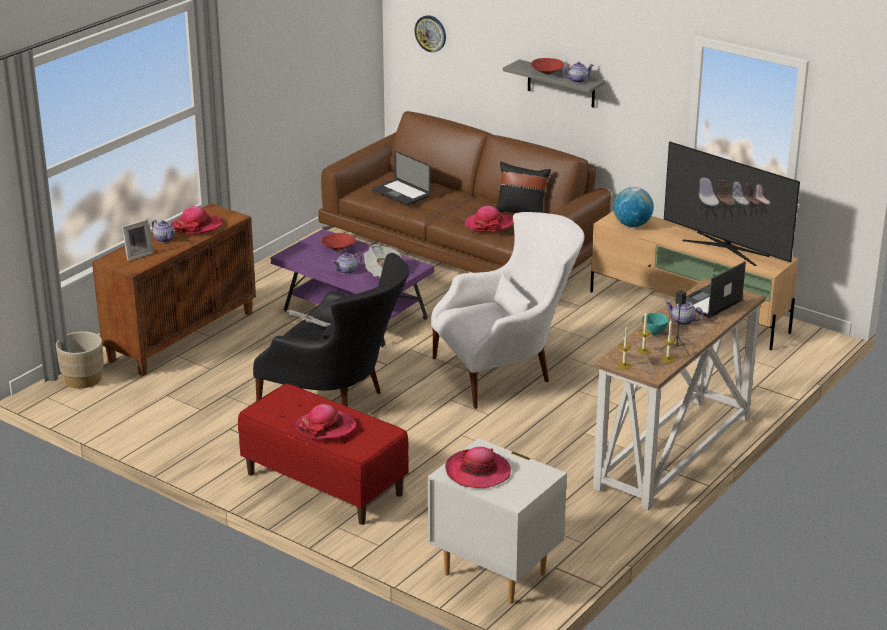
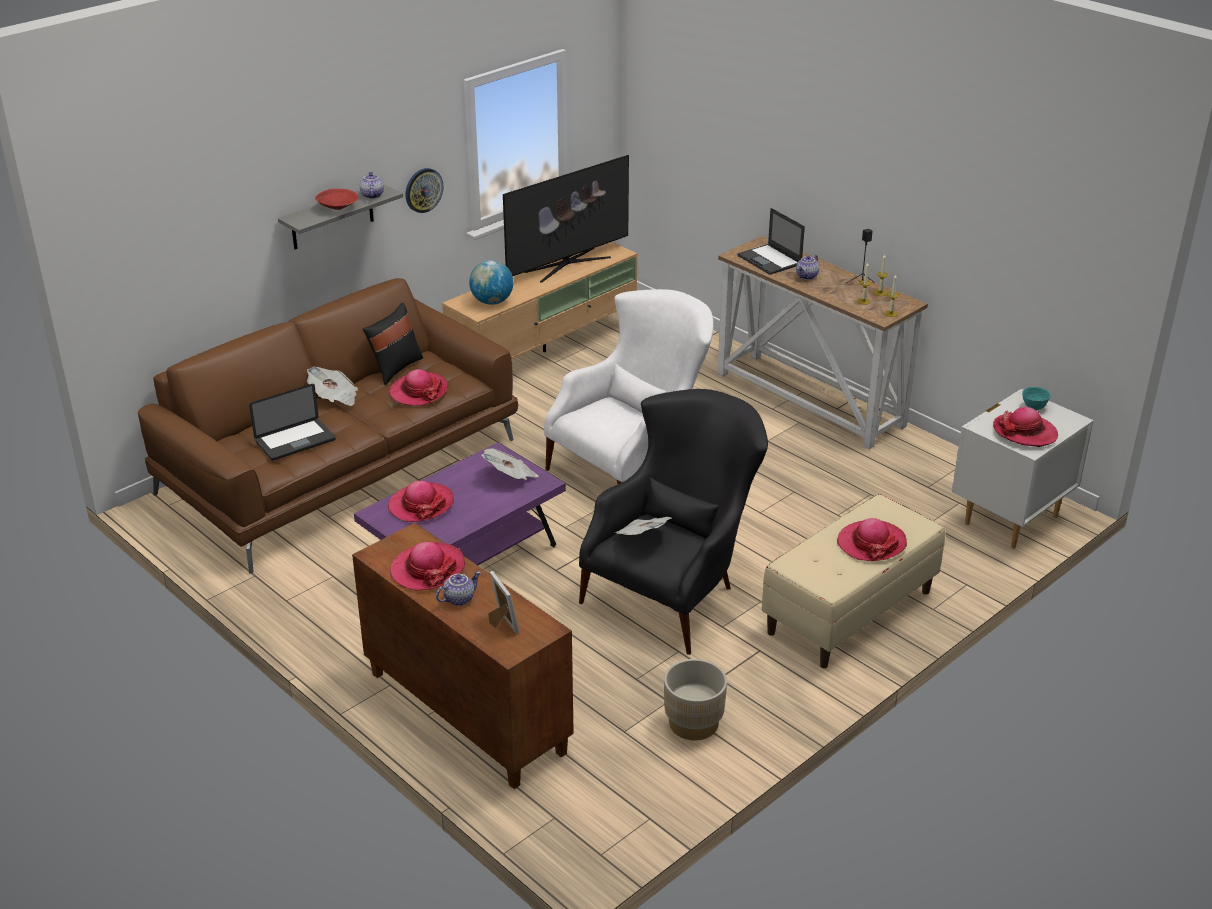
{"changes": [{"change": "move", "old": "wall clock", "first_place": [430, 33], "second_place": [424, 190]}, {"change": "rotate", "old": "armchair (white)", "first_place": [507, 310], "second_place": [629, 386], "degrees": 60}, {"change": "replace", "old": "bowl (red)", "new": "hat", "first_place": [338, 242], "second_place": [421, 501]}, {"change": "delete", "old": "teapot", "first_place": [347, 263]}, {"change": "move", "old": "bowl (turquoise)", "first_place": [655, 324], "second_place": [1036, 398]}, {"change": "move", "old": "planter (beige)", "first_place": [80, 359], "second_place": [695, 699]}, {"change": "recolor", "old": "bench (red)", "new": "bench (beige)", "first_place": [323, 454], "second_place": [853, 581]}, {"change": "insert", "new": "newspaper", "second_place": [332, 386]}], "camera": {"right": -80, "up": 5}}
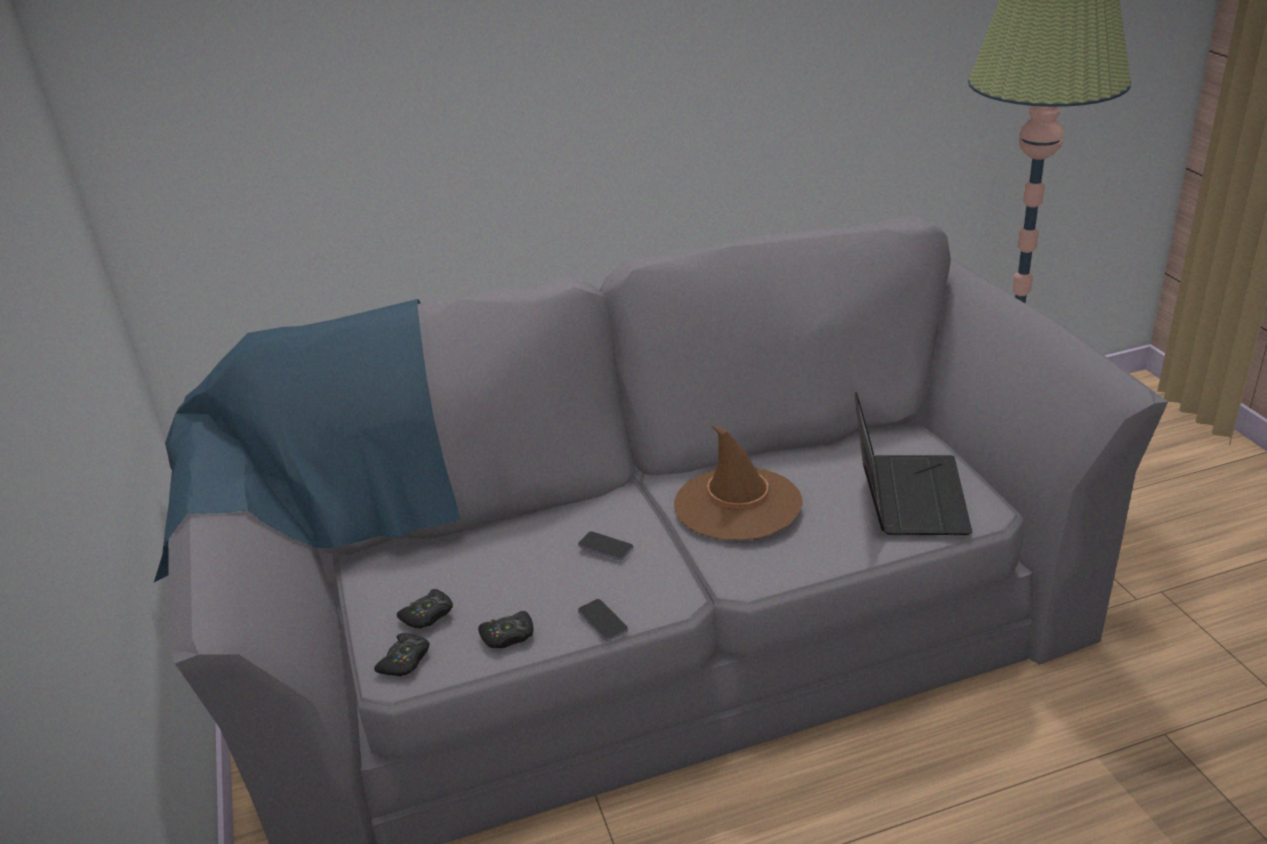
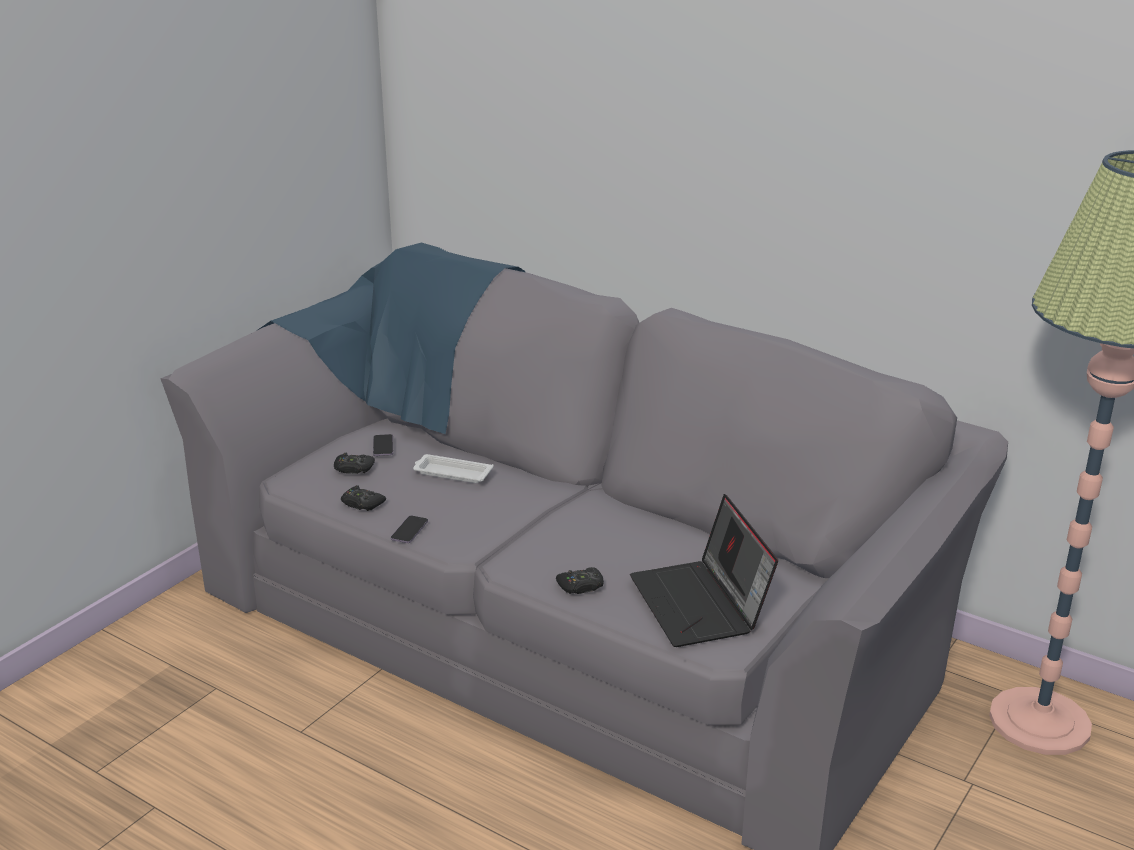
{"changes": [{"change": "rotate", "old": "laptop", "first_place": [913, 463], "second_place": [704, 570], "degrees": 105}, {"change": "delete", "old": "hat (brown)", "first_place": [738, 482]}, {"change": "move", "old": "phone", "first_place": [605, 545], "second_place": [383, 445]}, {"change": "move", "old": "game controller (black)", "first_place": [402, 654], "second_place": [580, 580]}, {"change": "insert", "new": "tray (white)", "second_place": [453, 468]}], "camera": {"right": 50, "up": -5}}
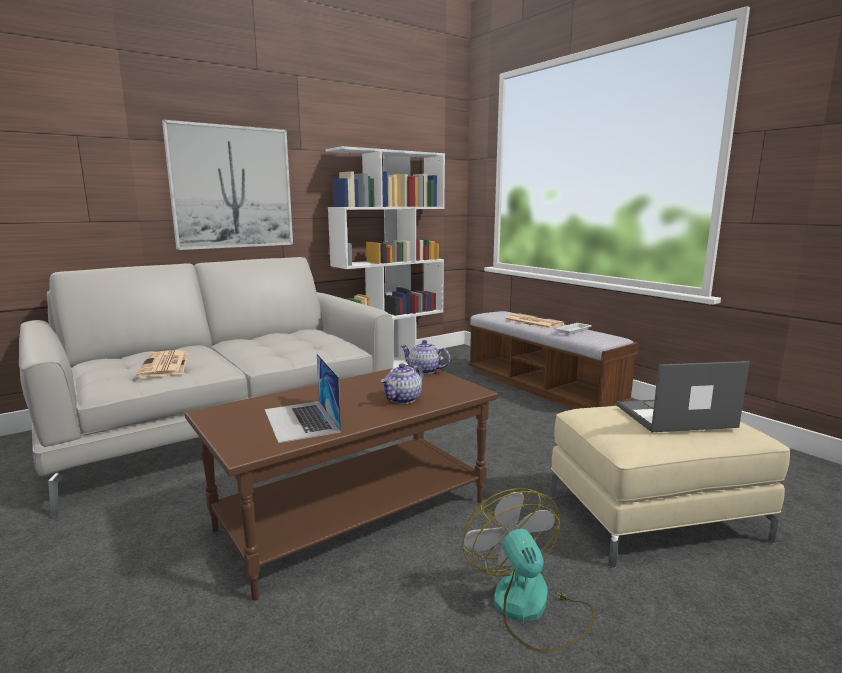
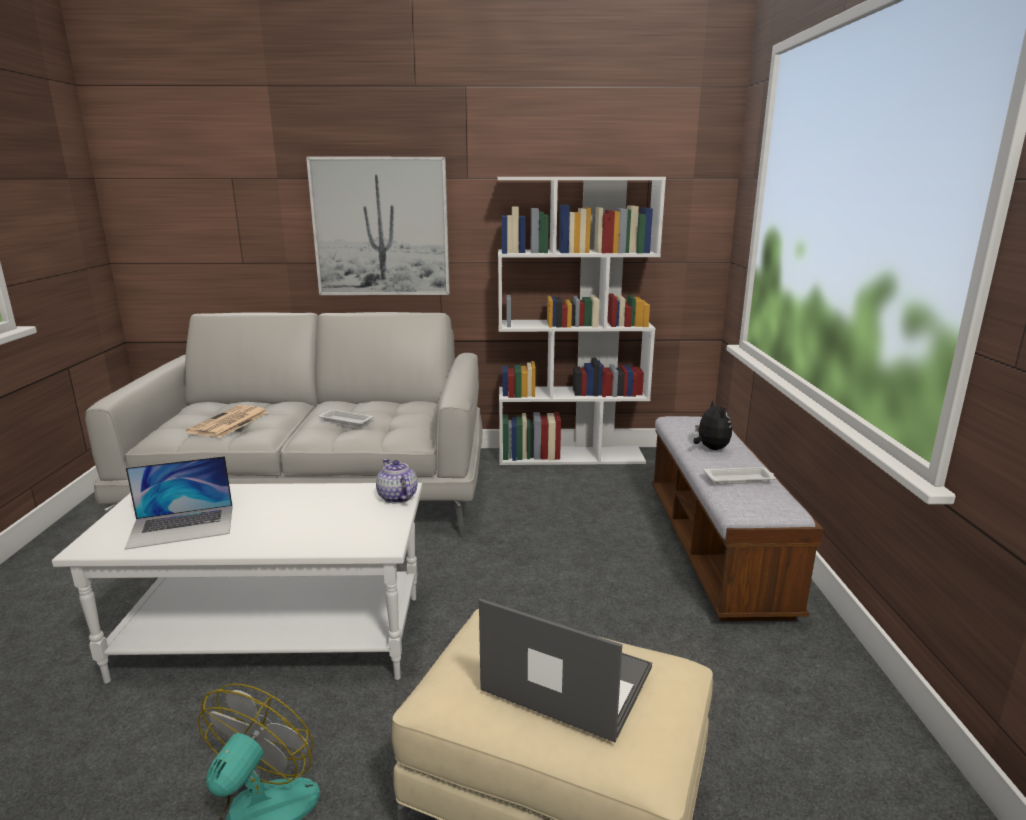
{"changes": [{"change": "replace", "old": "newspaper", "new": "plush toy", "first_place": [535, 321], "second_place": [712, 425]}, {"change": "rotate", "old": "laptop", "first_place": [303, 398], "second_place": [179, 503], "degrees": -120}, {"change": "delete", "old": "teapot", "first_place": [401, 383]}, {"change": "recolor", "old": "coffee table (brown)", "new": "coffee table (white)", "first_place": [341, 482], "second_place": [237, 583]}, {"change": "insert", "new": "tray (white)", "second_place": [346, 418]}], "camera": {"right": 35, "up": 5}}
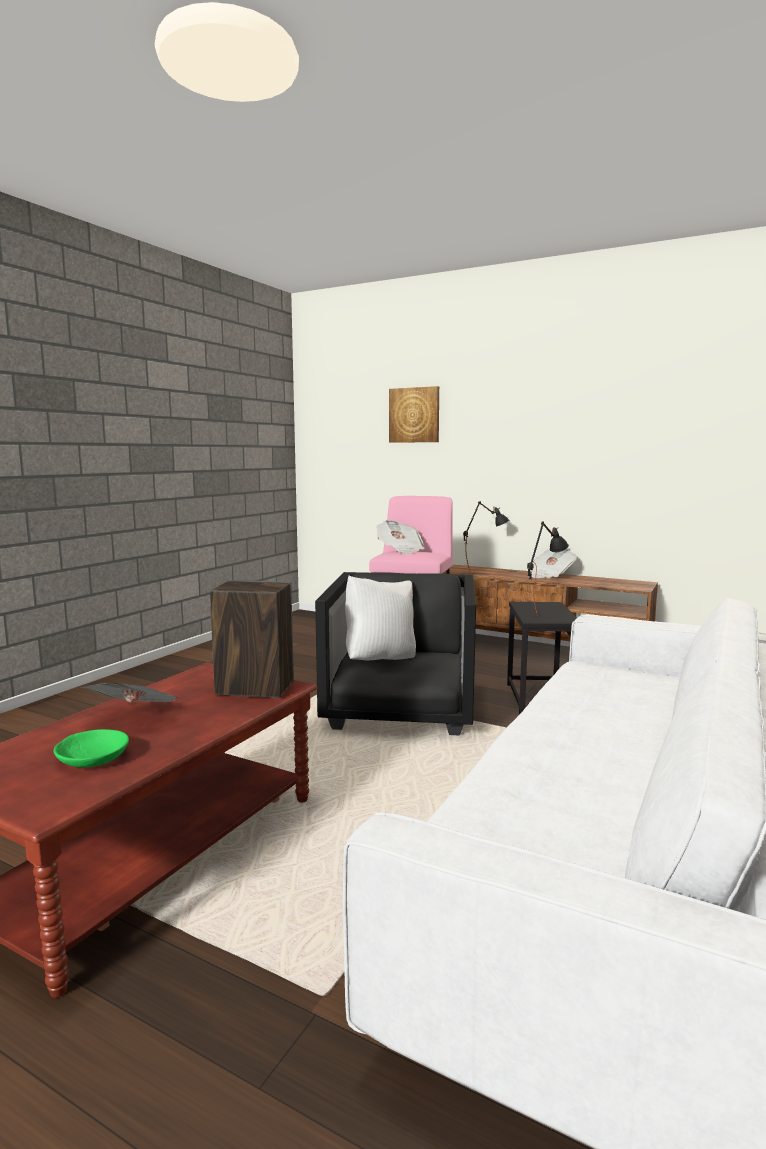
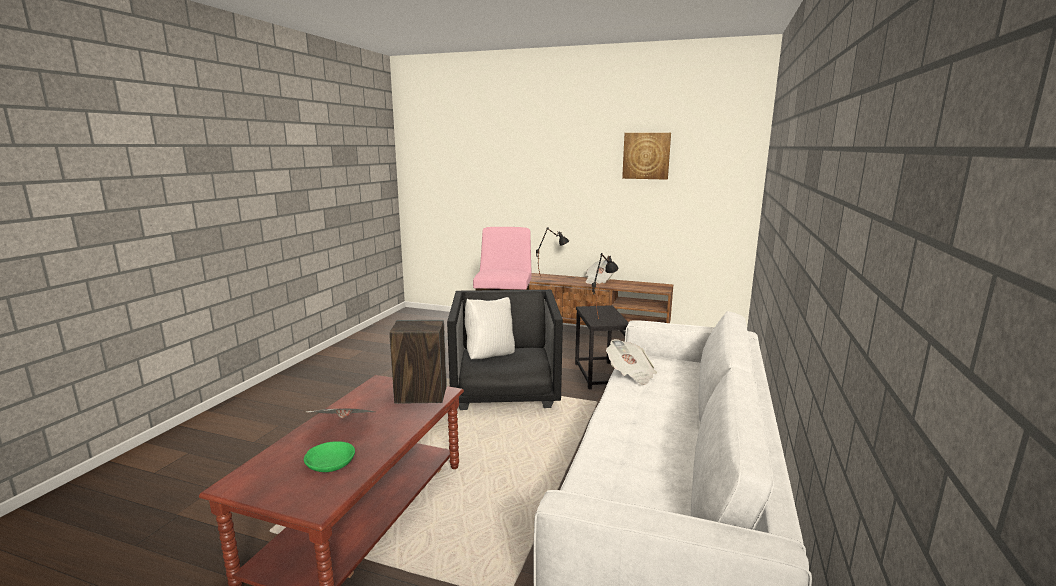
{"changes": [{"change": "move", "old": "picture", "first_place": [414, 414], "second_place": [646, 156]}, {"change": "move", "old": "newspaper", "first_place": [400, 537], "second_place": [631, 362]}], "camera": {"right": -10, "up": 5}}
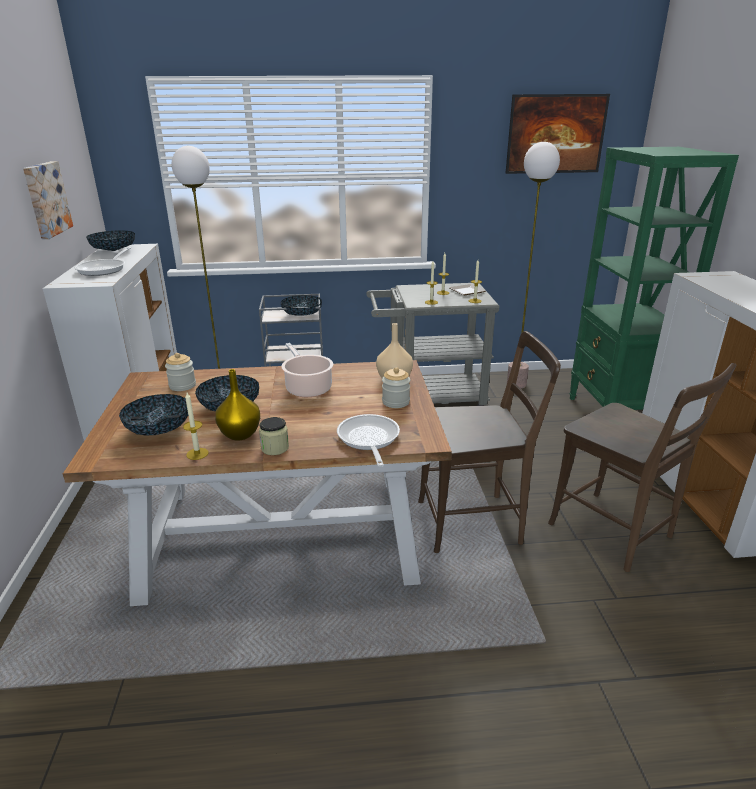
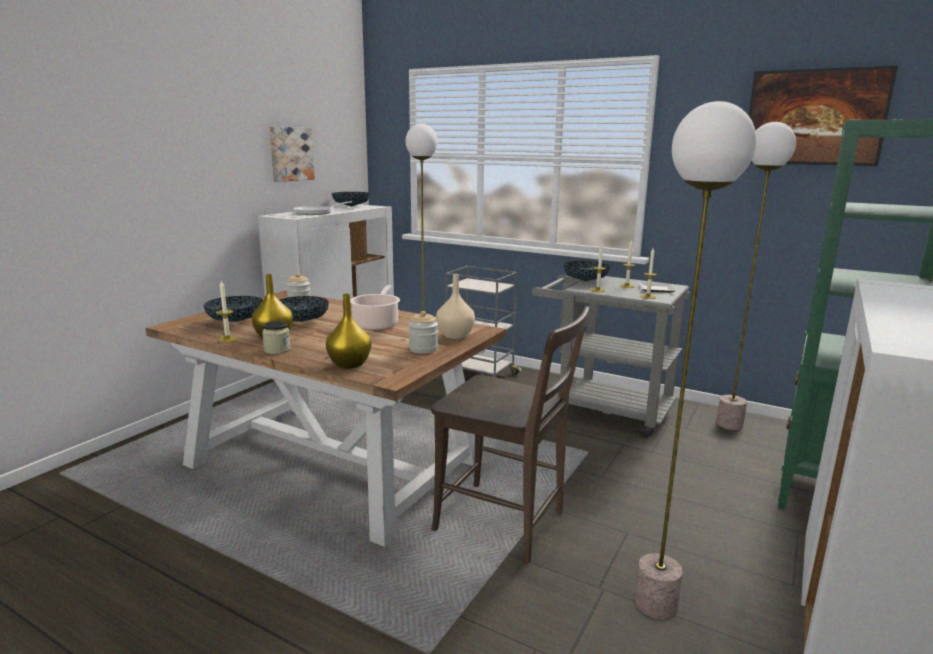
{"changes": [{"change": "move", "old": "bowl", "first_place": [301, 305], "second_place": [587, 271]}, {"change": "replace", "old": "chair (brown)", "new": "floor lamp", "first_place": [642, 467], "second_place": [695, 360]}, {"change": "replace", "old": "frying pan", "new": "vase (yellow)", "first_place": [368, 440], "second_place": [348, 331]}], "camera": {"right": 35, "up": -10}}
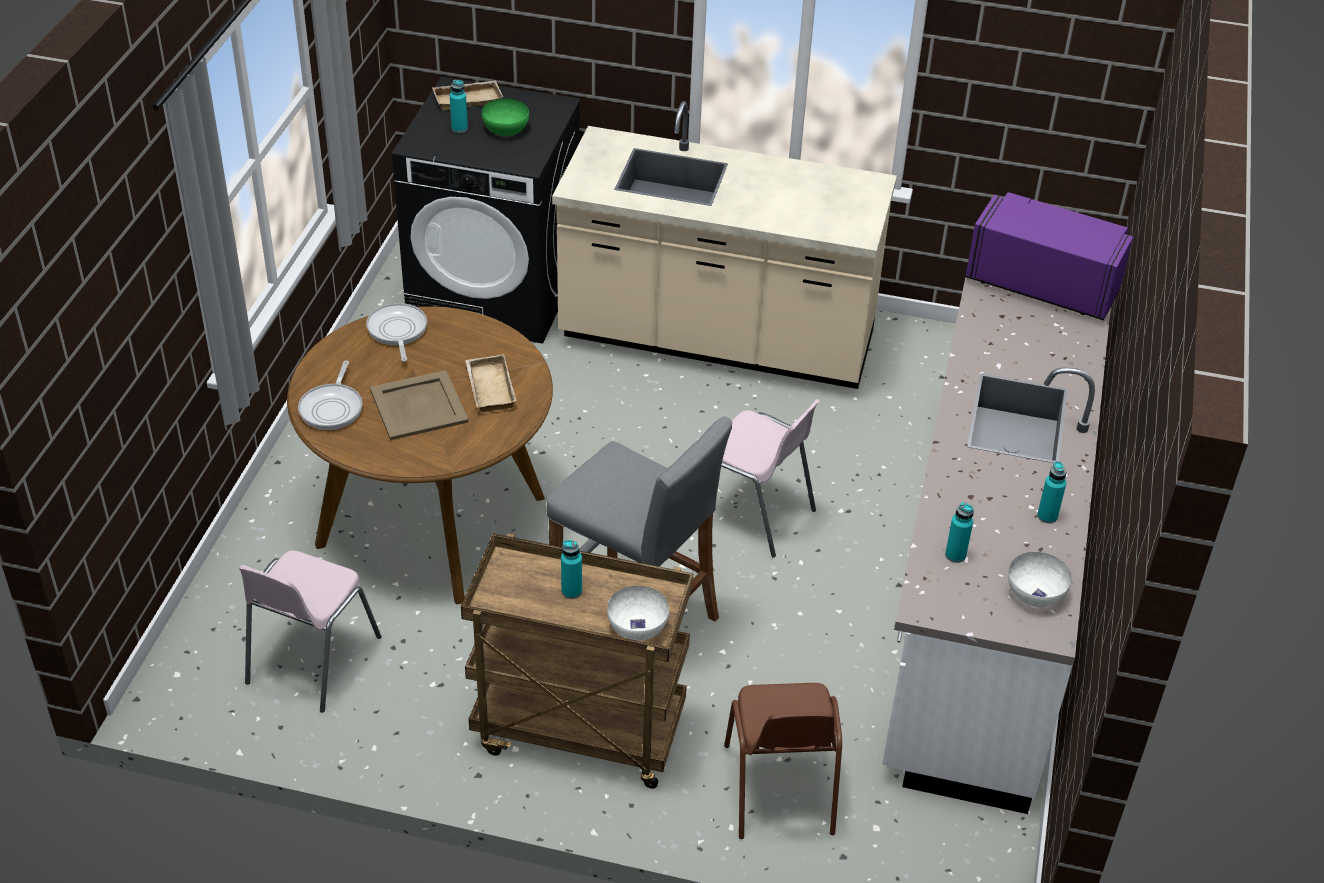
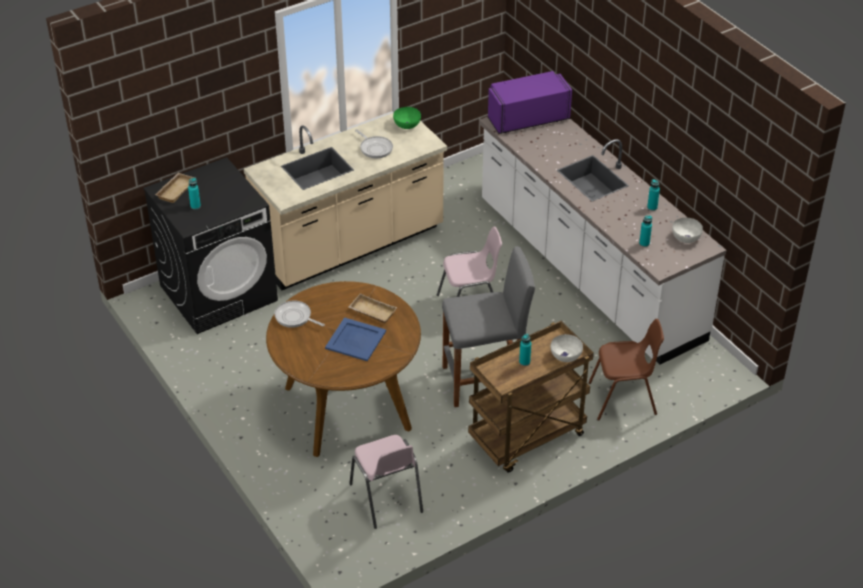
{"changes": [{"change": "move", "old": "bowl (green)", "first_place": [505, 117], "second_place": [407, 118]}, {"change": "move", "old": "frying pan", "first_place": [330, 395], "second_place": [374, 143]}, {"change": "recolor", "old": "tray (beige)", "new": "tray (blue)", "first_place": [419, 405], "second_place": [355, 339]}, {"change": "rotate", "old": "chair (brown)", "first_place": [783, 761], "second_place": [626, 370], "degrees": -45}], "camera": {"right": -45, "up": 0}}
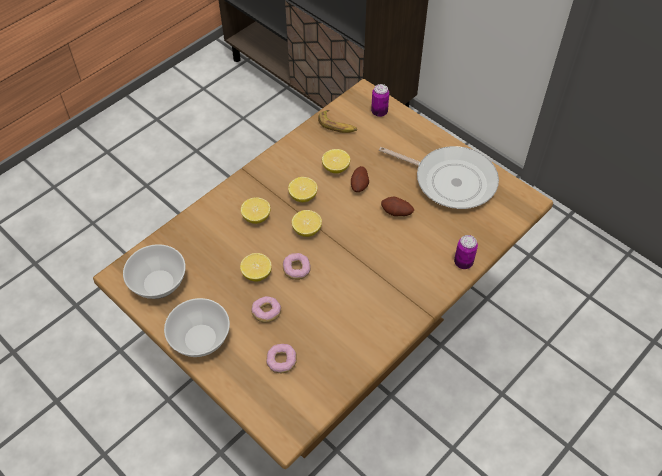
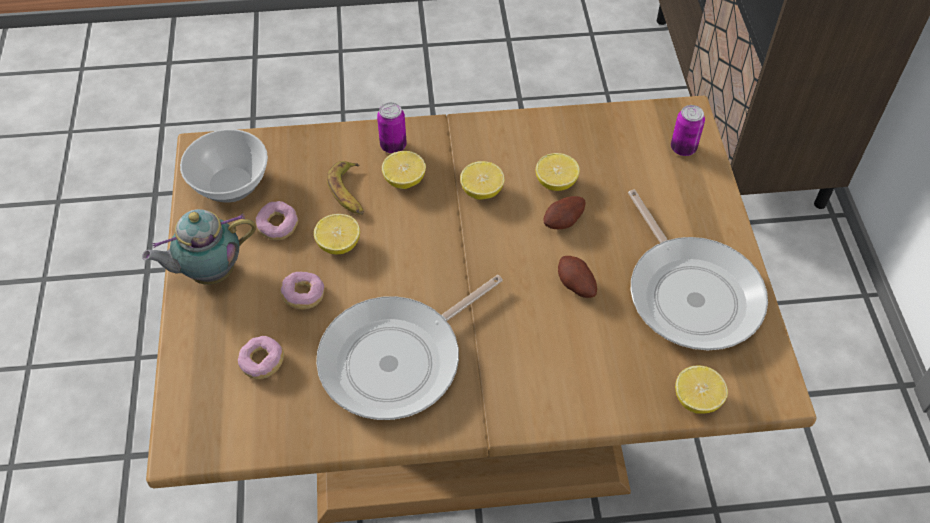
{"changes": [{"change": "move", "old": "banana", "first_place": [337, 121], "second_place": [345, 188]}, {"change": "move", "old": "lemon", "first_place": [307, 223], "second_place": [701, 390]}, {"change": "move", "old": "can", "first_place": [466, 252], "second_place": [392, 127]}, {"change": "move", "old": "donut", "first_place": [297, 266], "second_place": [276, 220]}, {"change": "replace", "old": "bowl", "new": "teapot", "first_place": [197, 327], "second_place": [199, 247]}, {"change": "insert", "new": "frying pan", "second_place": [409, 347]}], "camera": {"right": 40, "up": 0}}
